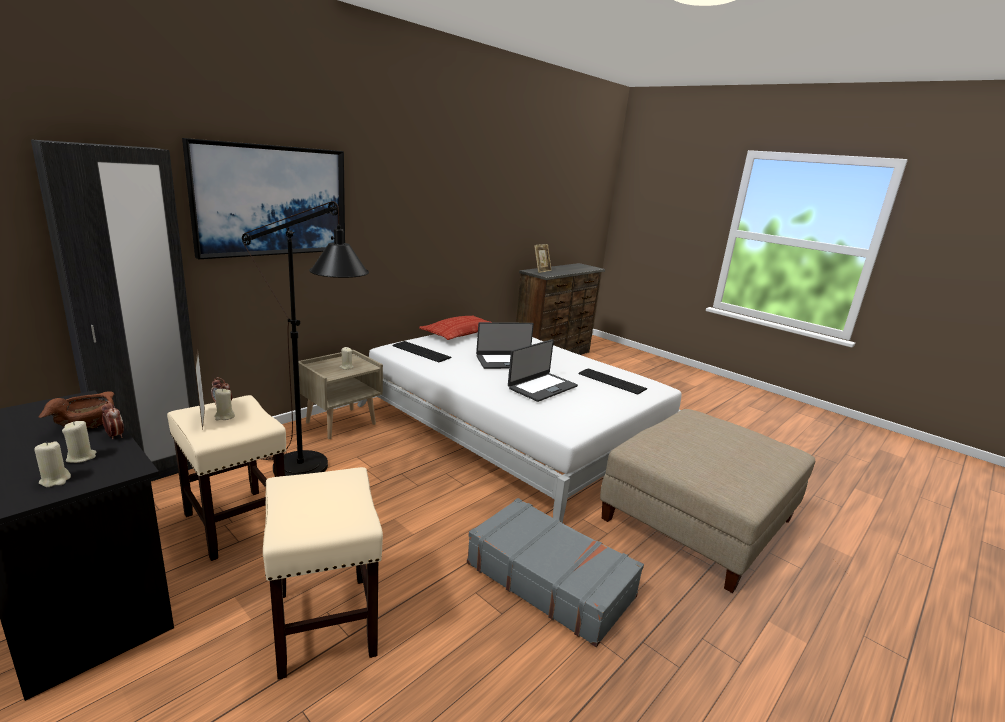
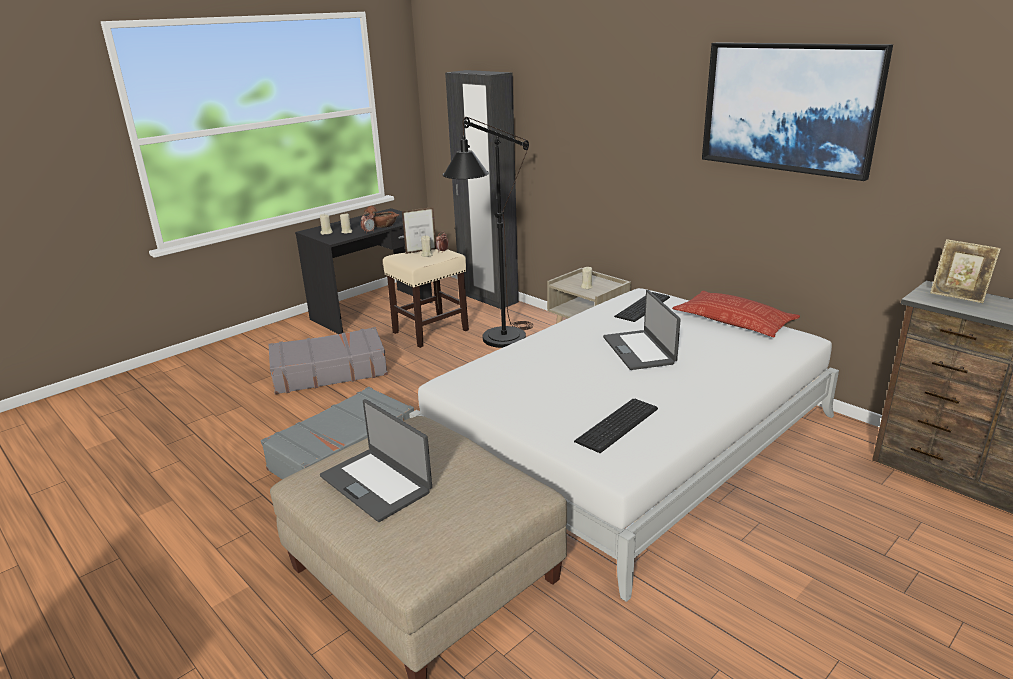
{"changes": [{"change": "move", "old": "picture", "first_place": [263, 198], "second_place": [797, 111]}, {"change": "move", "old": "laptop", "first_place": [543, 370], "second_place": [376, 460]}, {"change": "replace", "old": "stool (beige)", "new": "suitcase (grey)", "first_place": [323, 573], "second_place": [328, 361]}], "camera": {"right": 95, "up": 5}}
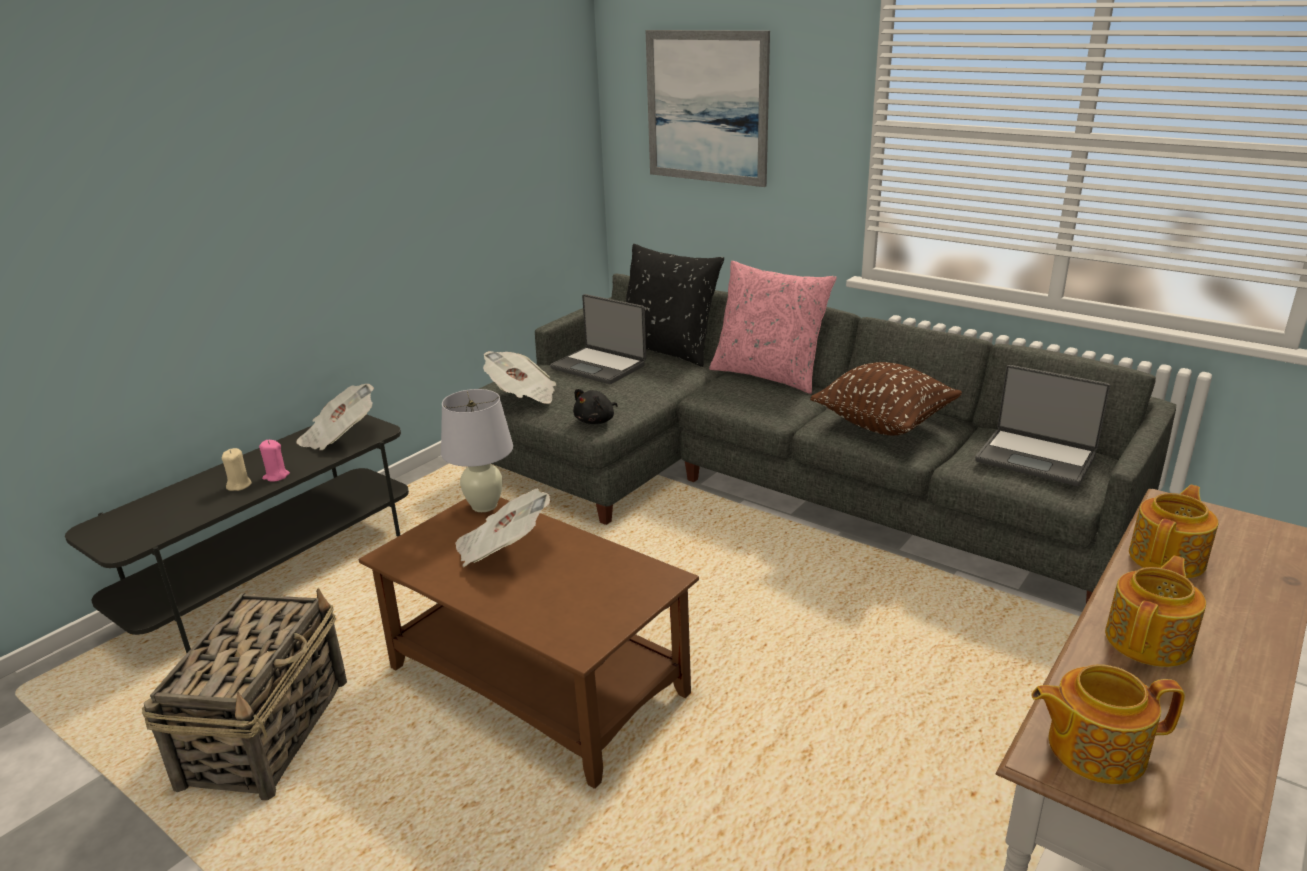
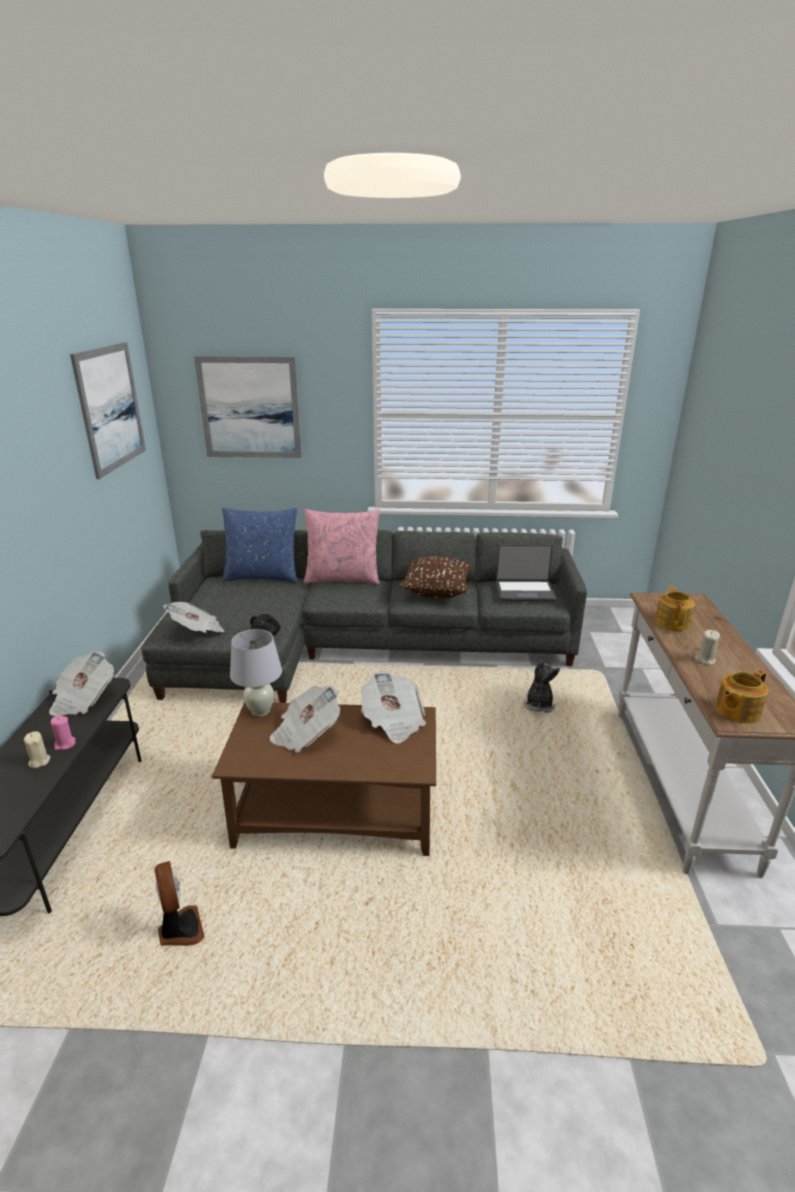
{"changes": [{"change": "recolor", "old": "pillow (black)", "new": "pillow (blue)", "first_place": [675, 305], "second_place": [260, 545]}, {"change": "delete", "old": "laptop", "first_place": [598, 339]}, {"change": "replace", "old": "teapot", "new": "candle (beige)", "first_place": [1155, 611], "second_place": [707, 647]}, {"change": "replace", "old": "basket", "new": "fan", "first_place": [244, 694], "second_place": [179, 903]}, {"change": "insert", "new": "picture", "second_place": [108, 410]}, {"change": "insert", "new": "plush toy", "second_place": [542, 686]}, {"change": "insert", "new": "newspaper", "second_place": [393, 707]}], "camera": {"right": -35, "up": 0}}
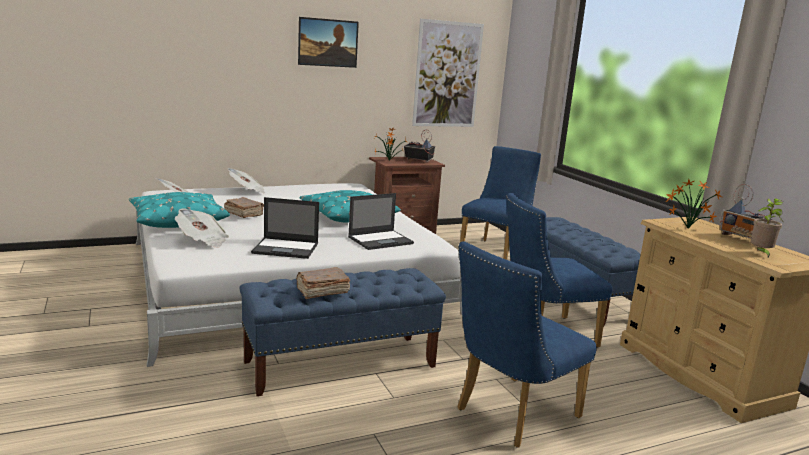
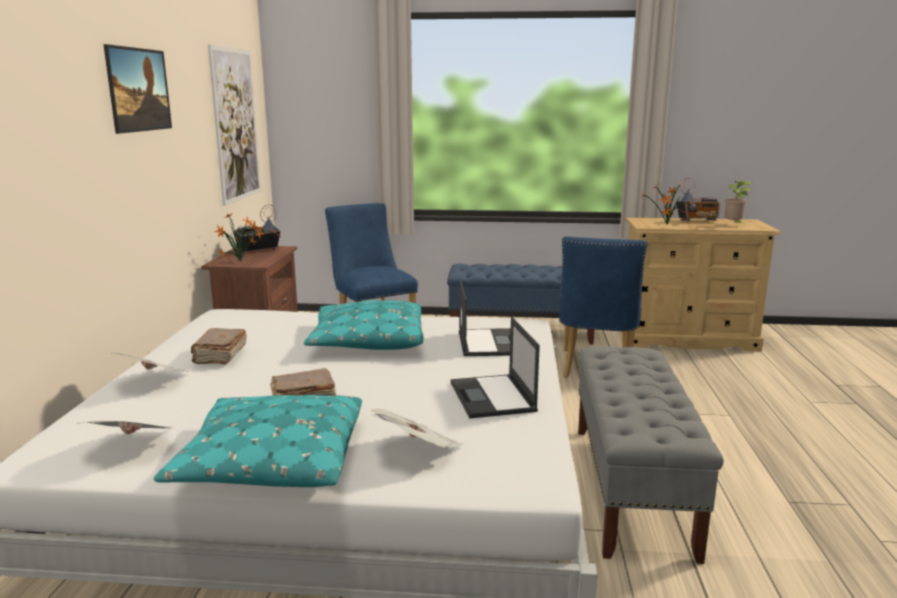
{"changes": [{"change": "rotate", "old": "laptop", "first_place": [285, 228], "second_place": [495, 367], "degrees": 135}, {"change": "delete", "old": "chair (blue)", "first_place": [527, 344]}, {"change": "move", "old": "book (brown)", "first_place": [323, 283], "second_place": [219, 346]}, {"change": "recolor", "old": "bench (blue)", "new": "bench (grey)", "first_place": [343, 332], "second_place": [651, 455]}], "camera": {"right": -60, "up": 0}}
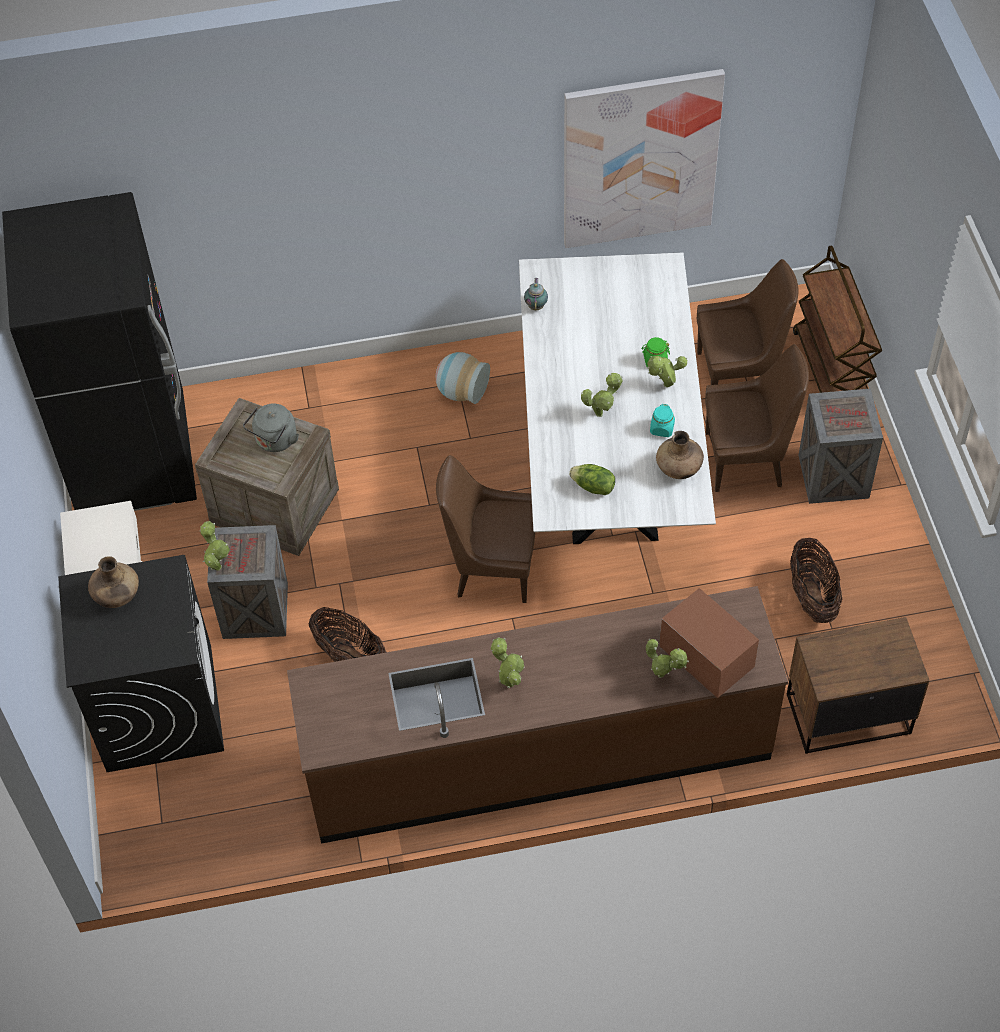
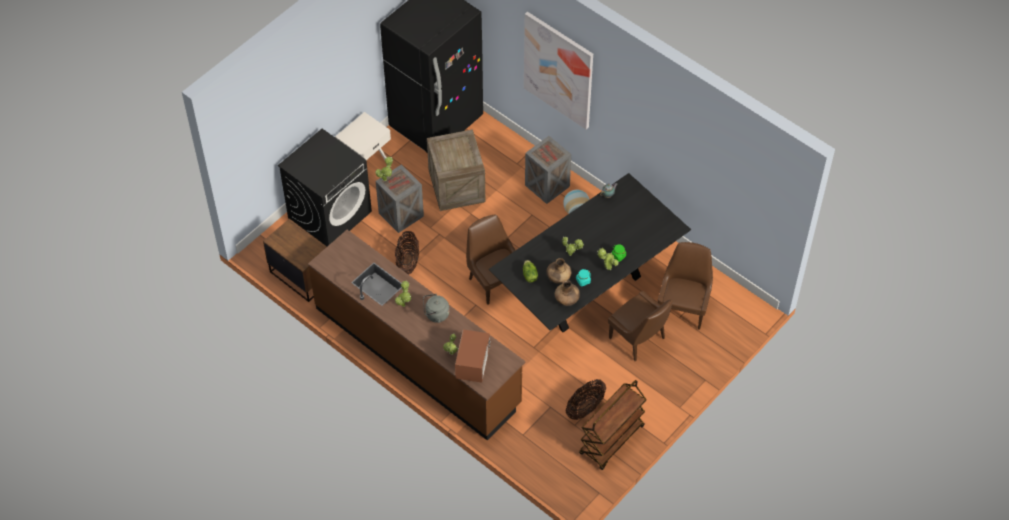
{"changes": [{"change": "move", "old": "picture", "first_place": [644, 158], "second_place": [558, 71]}, {"change": "move", "old": "cart (brown)", "first_place": [837, 319], "second_place": [613, 425]}, {"change": "recolor", "old": "dining table (white)", "new": "dining table (black)", "first_place": [617, 398], "second_place": [590, 252]}, {"change": "rotate", "old": "chair (brown)", "first_place": [747, 322], "second_place": [685, 286], "degrees": -120}, {"change": "move", "old": "crate", "first_place": [841, 446], "second_place": [548, 170]}, {"change": "move", "old": "kettle (grey)", "first_place": [271, 427], "second_place": [436, 308]}, {"change": "move", "old": "vase (brown)", "first_place": [113, 582], "second_place": [559, 271]}, {"change": "move", "old": "nightstand (brown)", "first_place": [858, 685], "second_place": [295, 260]}], "camera": {"right": 50, "up": 0}}
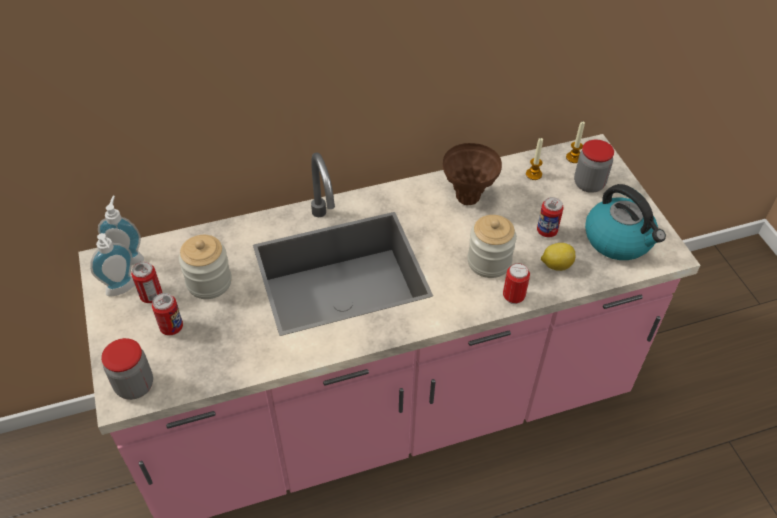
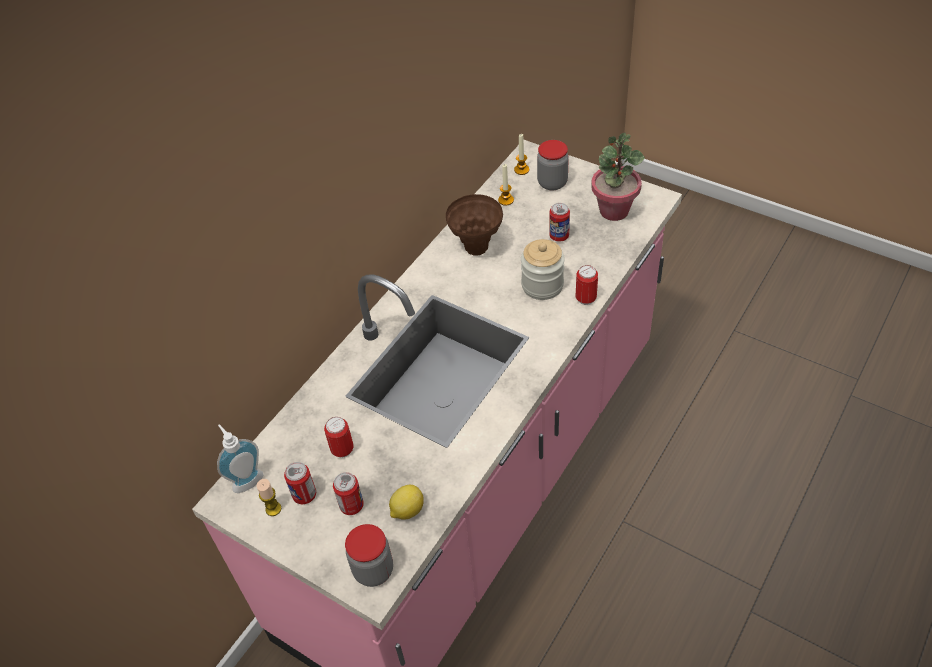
{"changes": [{"change": "replace", "old": "kettle", "new": "potted plant", "first_place": [625, 222], "second_place": [618, 176]}, {"change": "replace", "old": "soap dispenser", "new": "candle", "first_place": [112, 265], "second_place": [269, 497]}, {"change": "replace", "old": "jar", "new": "can", "first_place": [205, 267], "second_place": [338, 437]}, {"change": "move", "old": "lemon", "first_place": [558, 257], "second_place": [406, 502]}], "camera": {"right": -35, "up": 0}}
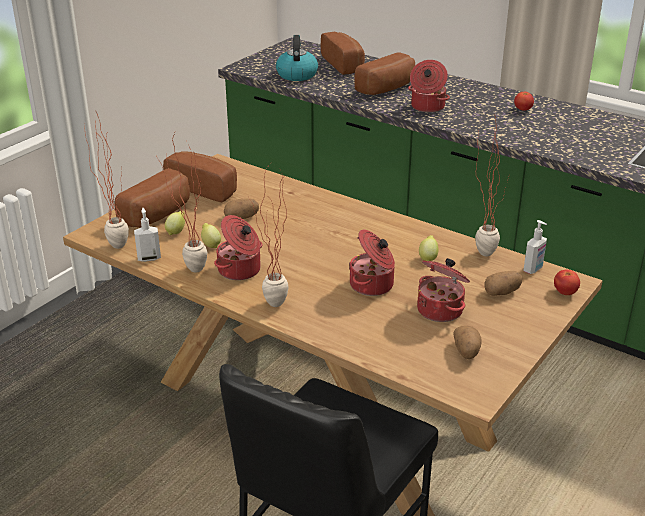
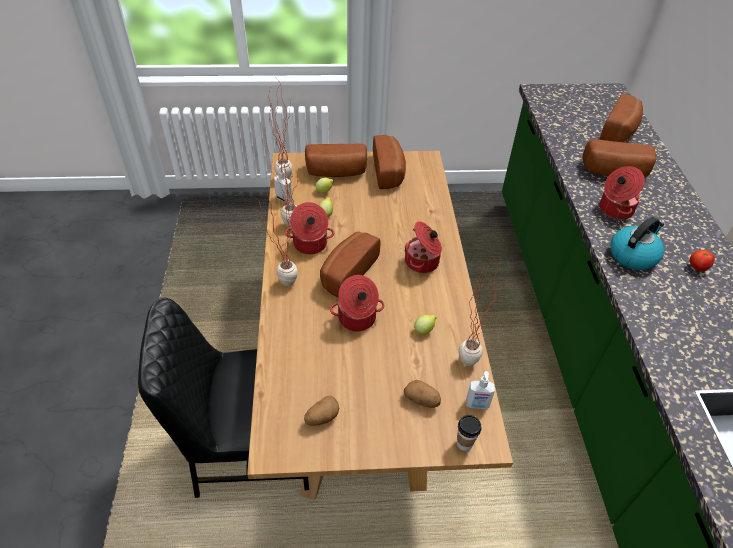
{"changes": [{"change": "move", "old": "kettle", "first_place": [297, 58], "second_place": [637, 243]}, {"change": "delete", "old": "potato", "first_place": [241, 208]}, {"change": "move", "old": "cooking pot", "first_place": [443, 290], "second_place": [423, 247]}, {"change": "replace", "old": "tomato", "new": "cup", "first_place": [567, 282], "second_place": [469, 433]}, {"change": "insert", "new": "bread", "second_place": [350, 264]}], "camera": {"right": 50, "up": 15}}
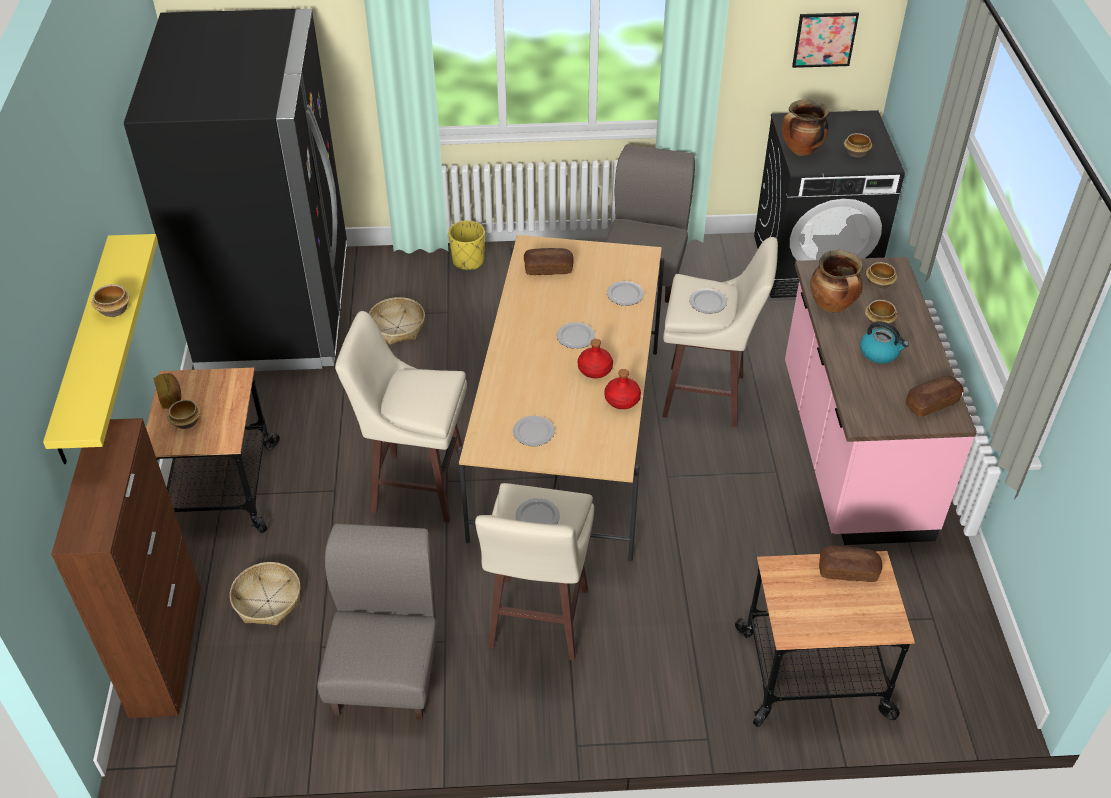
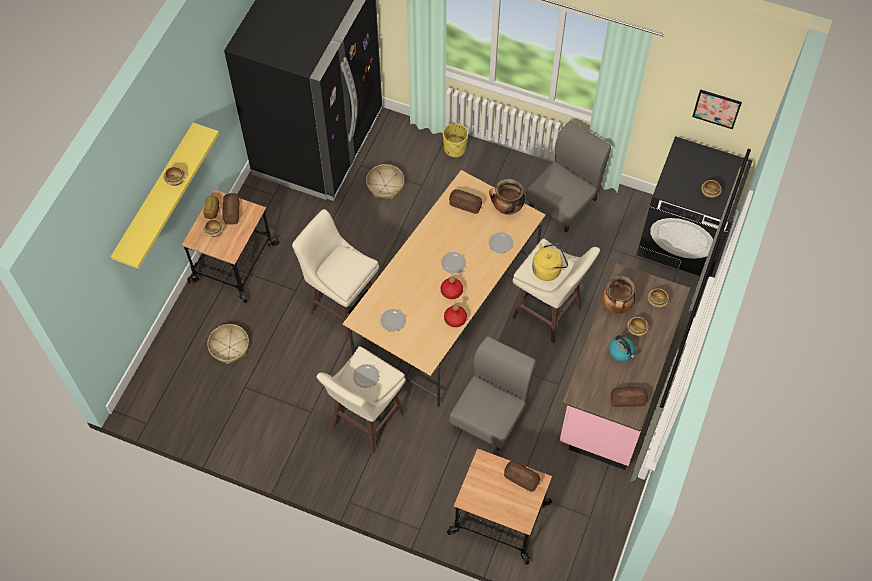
{"changes": [{"change": "move", "old": "cooking pot", "first_place": [805, 128], "second_place": [507, 197]}, {"change": "replace", "old": "plate", "new": "kettle (yellow)", "first_place": [708, 301], "second_place": [550, 262]}, {"change": "delete", "old": "cabinet (brown)", "first_place": [126, 568]}, {"change": "move", "old": "chair (grey)", "first_place": [377, 621], "second_place": [492, 393]}, {"change": "insert", "new": "bread", "second_place": [231, 209]}], "camera": {"right": 25, "up": 15}}
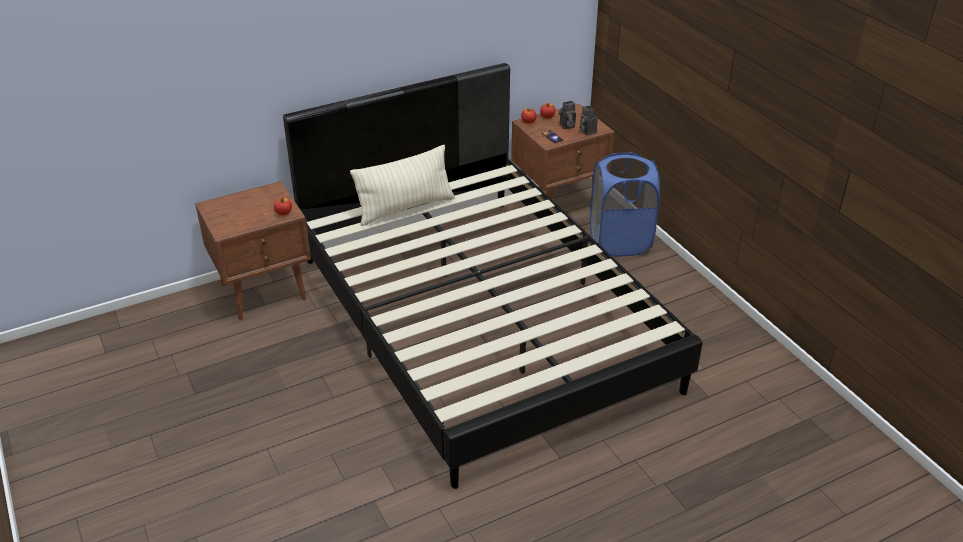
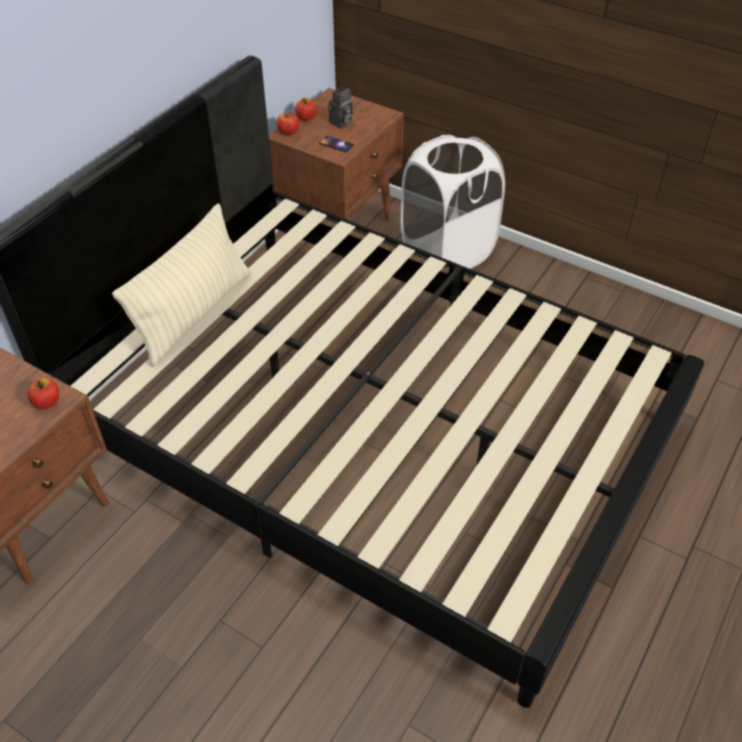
{"changes": [{"change": "delete", "old": "photo camera", "first_place": [589, 120]}, {"change": "recolor", "old": "laundry basket (blue)", "new": "laundry basket (white)", "first_place": [625, 204], "second_place": [453, 202]}], "camera": {"right": -30, "up": 10}}
